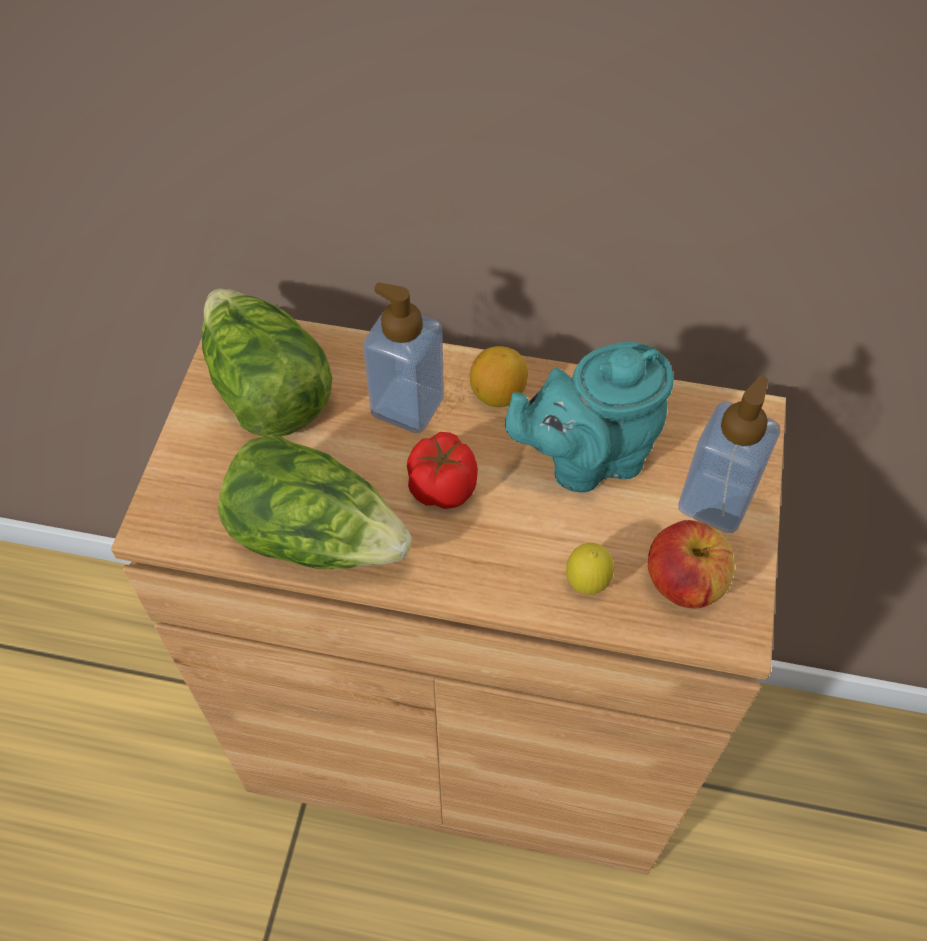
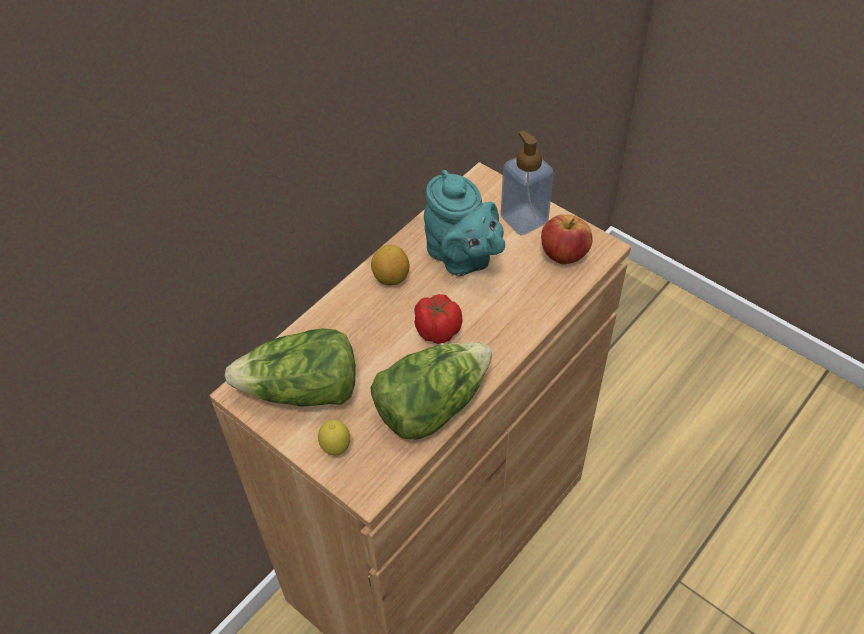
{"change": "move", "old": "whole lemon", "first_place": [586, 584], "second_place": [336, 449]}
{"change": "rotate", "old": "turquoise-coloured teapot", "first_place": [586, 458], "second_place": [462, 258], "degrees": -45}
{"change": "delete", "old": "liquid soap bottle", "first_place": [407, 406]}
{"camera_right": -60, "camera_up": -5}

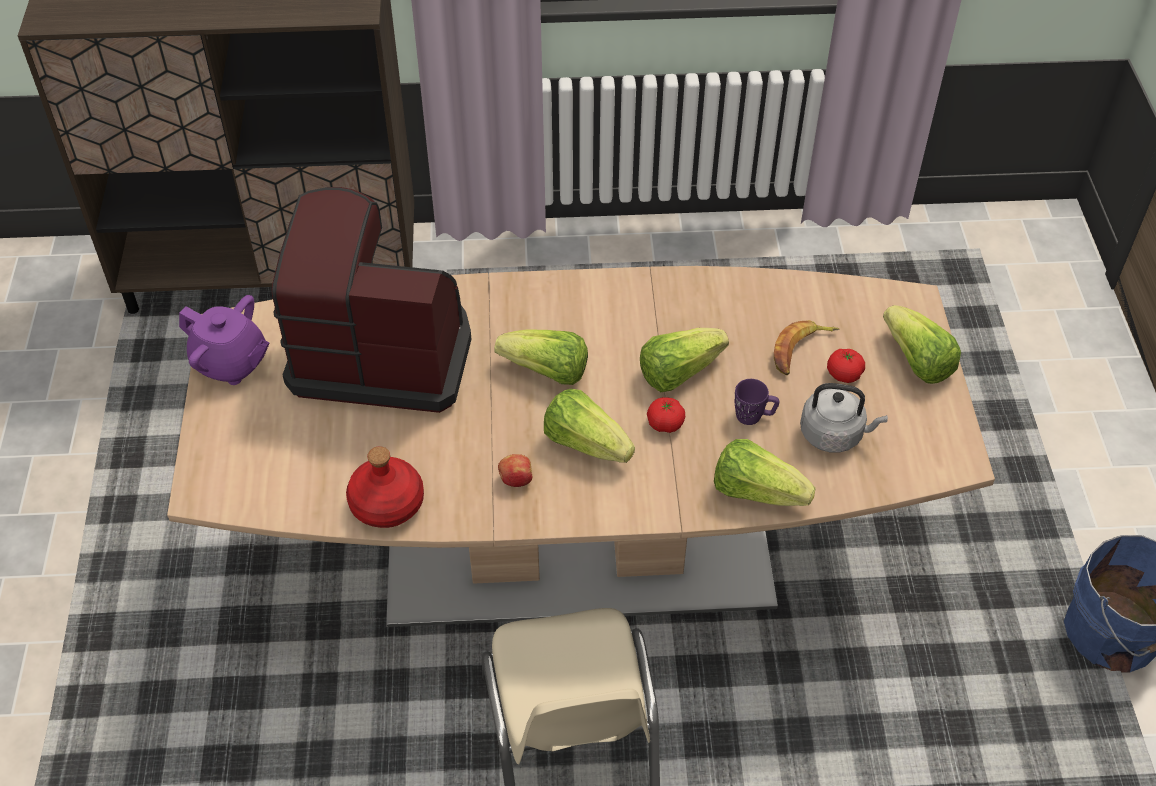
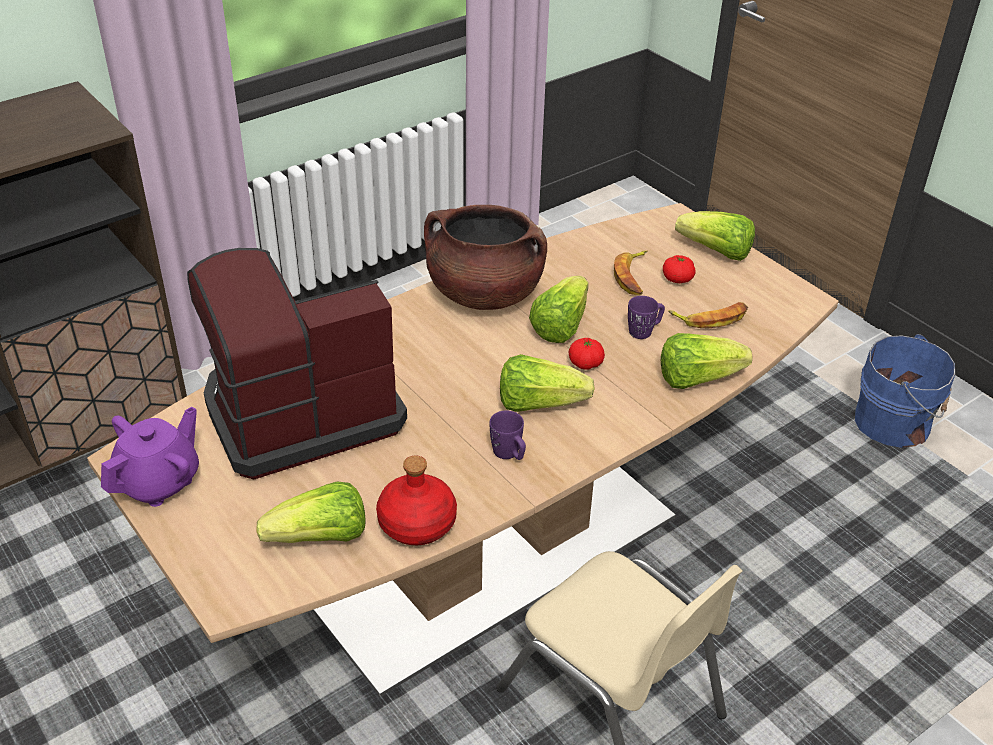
{"change": "rotate", "old": "purple teapot", "first_place": [231, 363], "second_place": [159, 482], "degrees": -45}
{"change": "move", "old": "head of lettuce", "first_place": [546, 372], "second_place": [321, 538]}
{"change": "insert", "new": "brownish cooking pot", "second_place": [484, 294]}
{"change": "replace", "old": "apple fruit", "new": "purple mug", "first_place": [515, 480], "second_place": [509, 454]}
{"change": "replace", "old": "greyish tea kettle", "new": "banana fruit", "first_place": [834, 434], "second_place": [711, 318]}
{"camera_right": -35, "camera_up": -10}

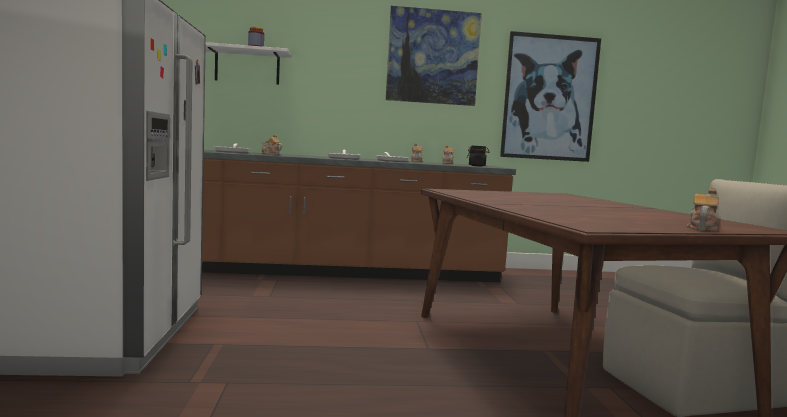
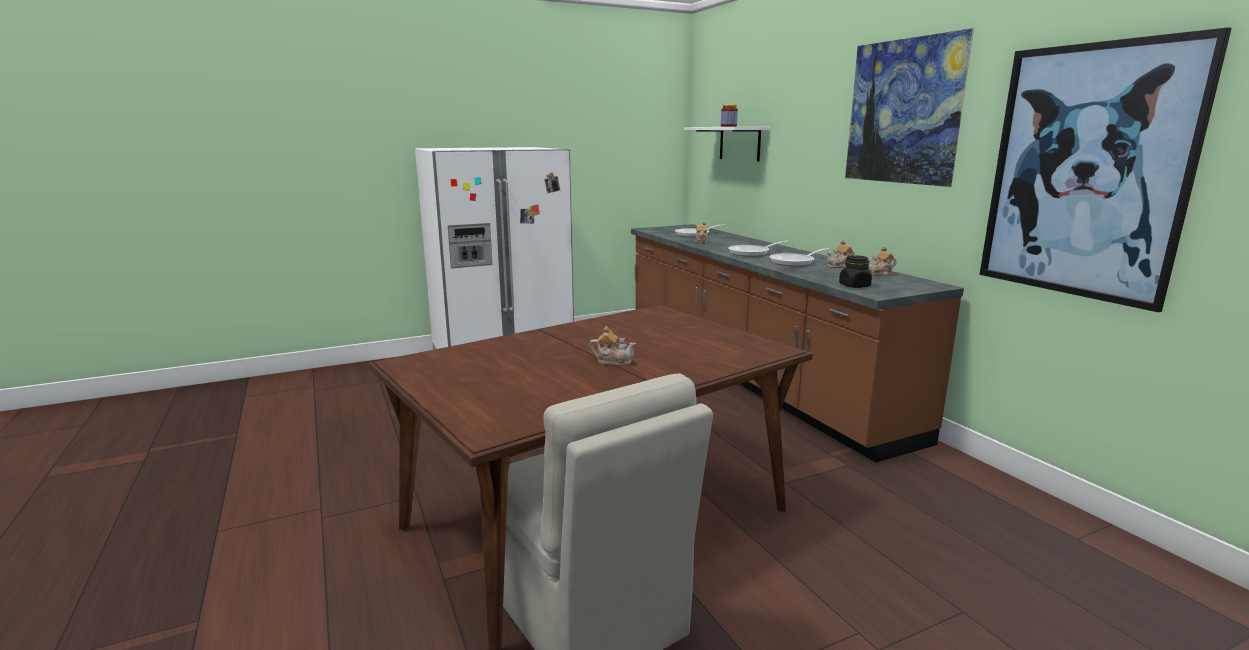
{"change": "move", "old": "teapot", "first_place": [702, 228], "second_place": [613, 361]}
{"camera_right": 70, "camera_up": 10}

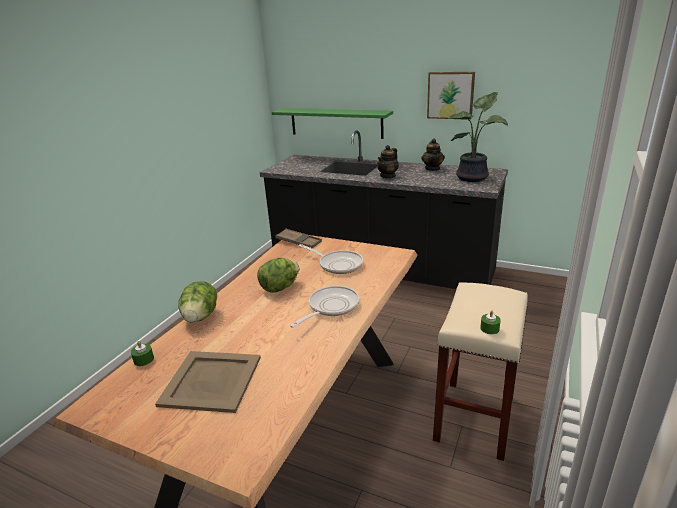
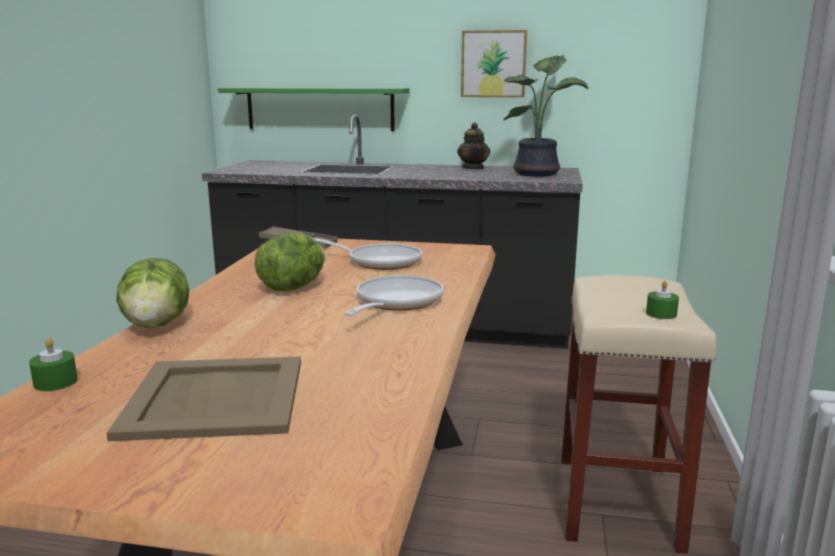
{"change": "delete", "old": "teapot", "first_place": [388, 176]}
{"camera_right": -15, "camera_up": -10}

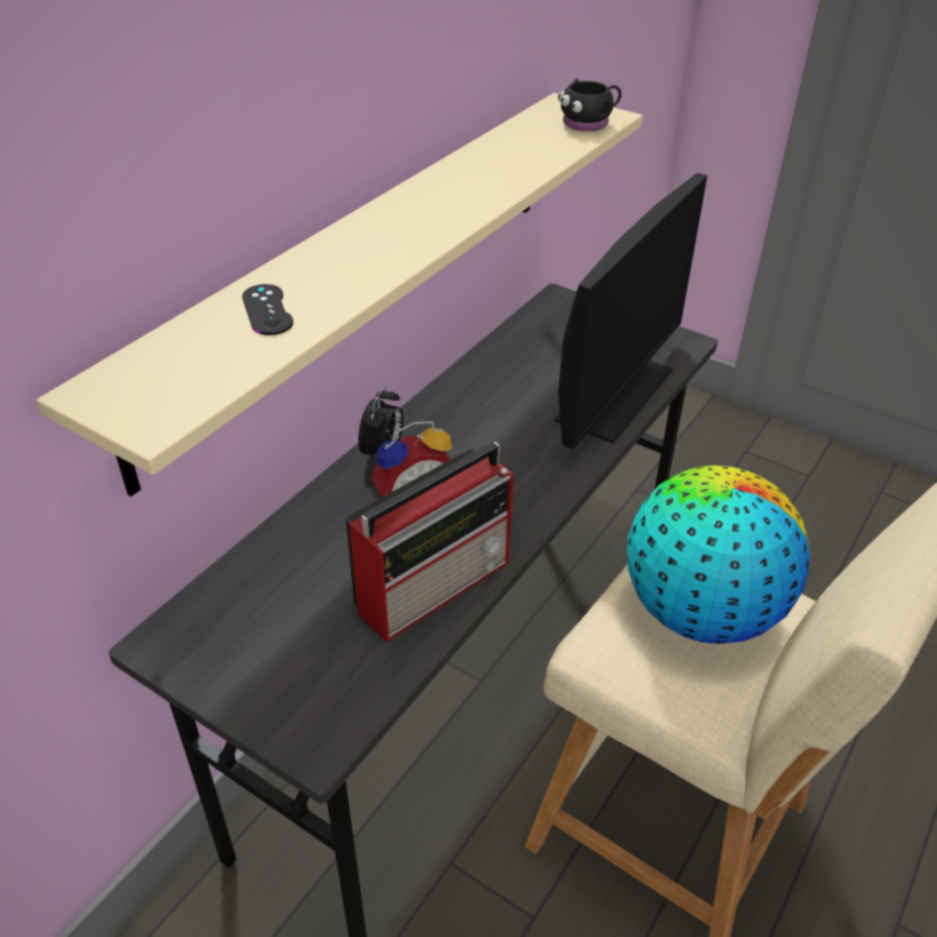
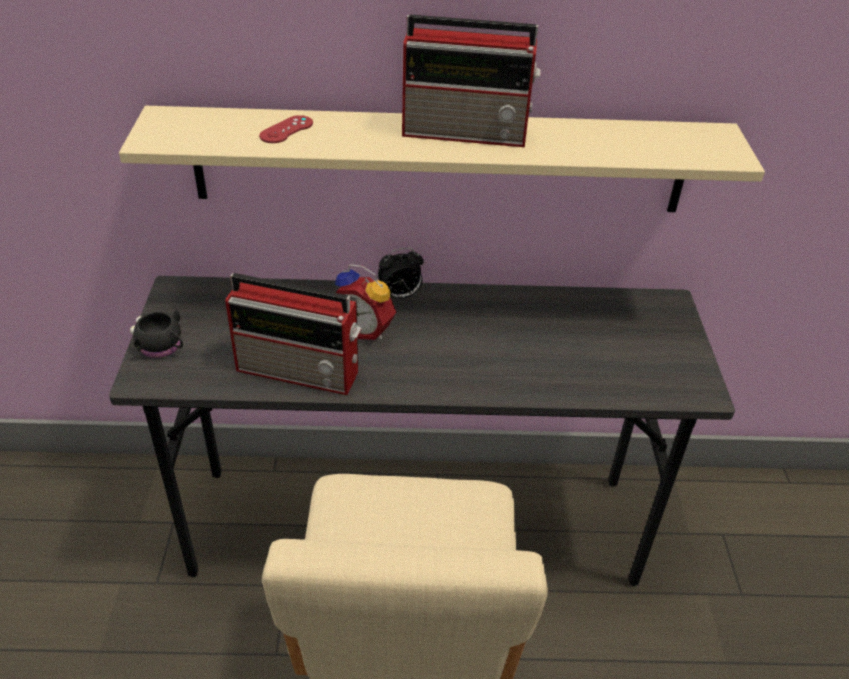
{"change": "move", "old": "black-coloured mug", "first_place": [589, 123], "second_place": [163, 347]}
{"change": "recolor", "old": "black-coloured joypad", "new": "reddish joypad", "first_place": [267, 310], "second_place": [286, 130]}
{"change": "insert", "new": "radio", "second_place": [468, 132]}
{"change": "delete", "old": "computer screen", "first_place": [615, 394]}
{"change": "delete", "old": "world globe", "first_place": [700, 611]}
{"camera_right": 55, "camera_up": 0}

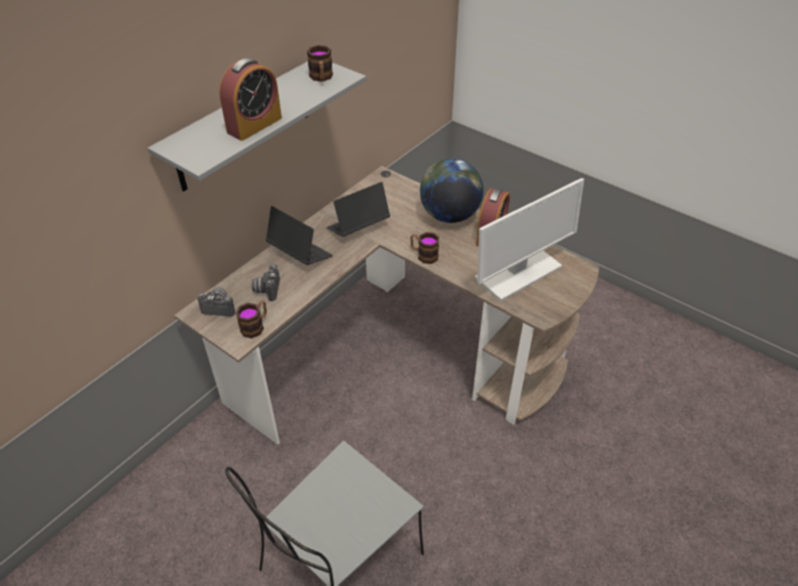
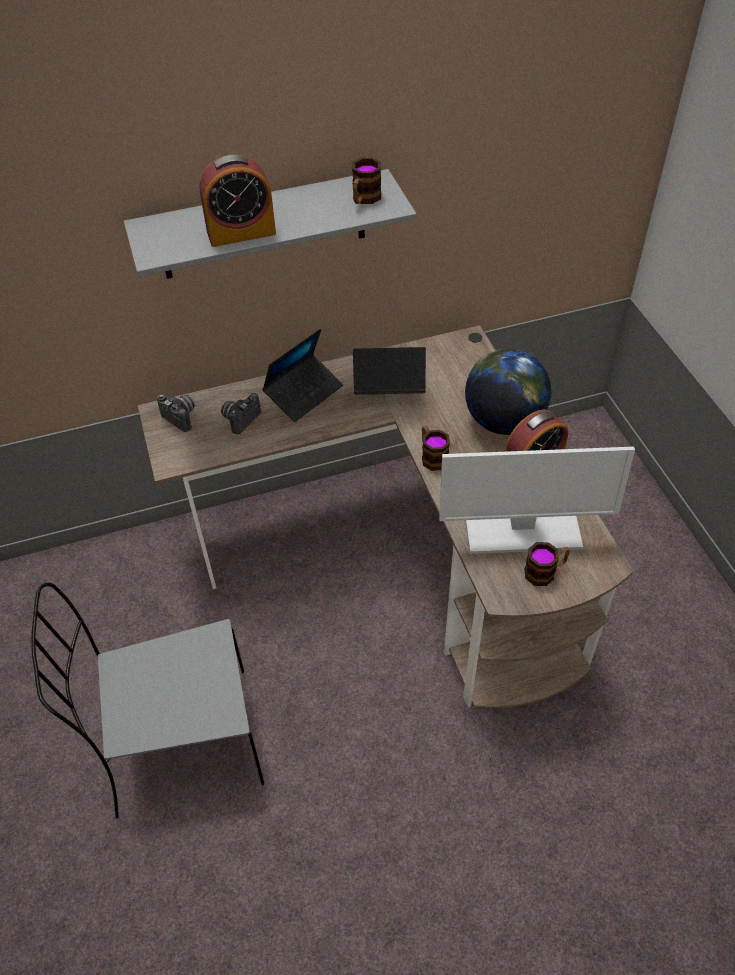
{"change": "rotate", "old": "laptop", "first_place": [299, 253], "second_place": [304, 393], "degrees": 60}
{"change": "move", "old": "mug", "first_place": [255, 326], "second_place": [545, 571]}
{"camera_right": 35, "camera_up": 5}

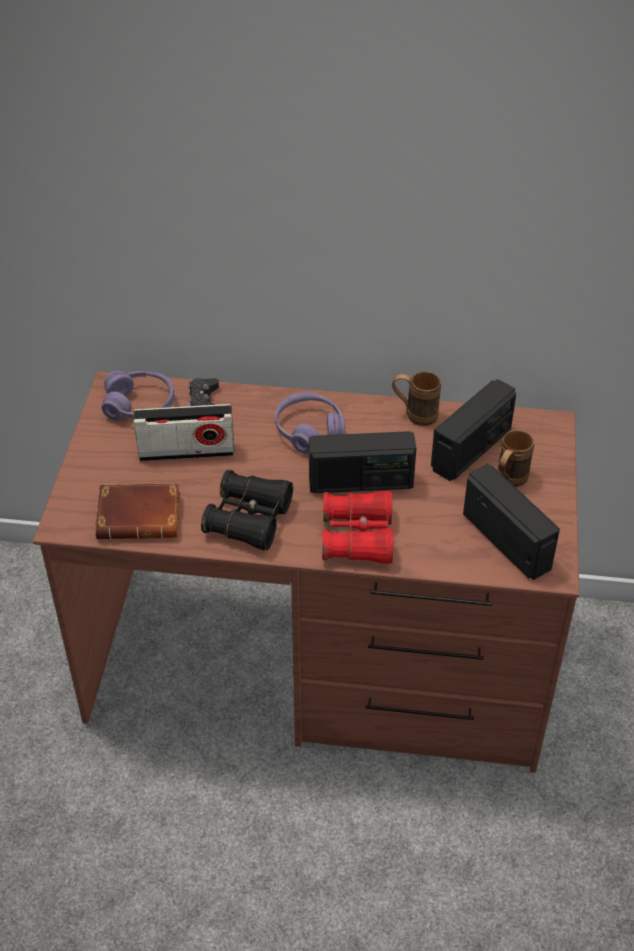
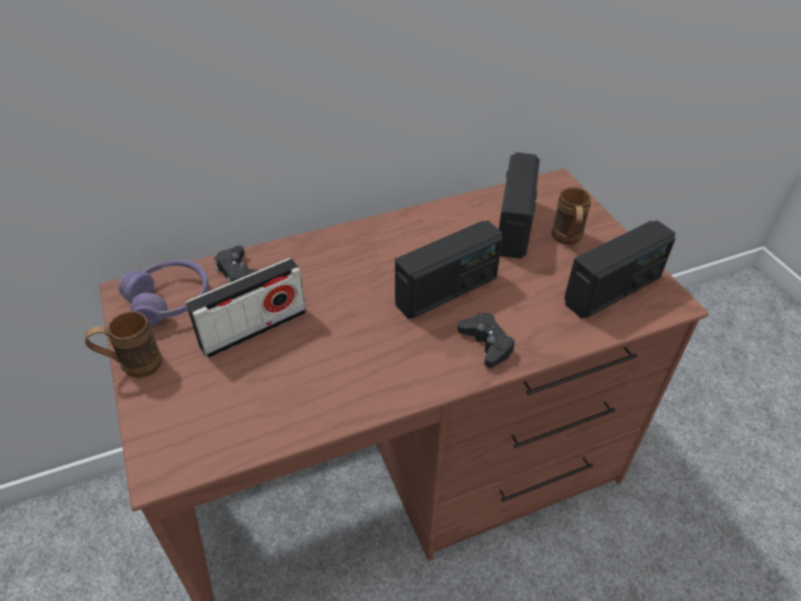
{"change": "move", "old": "brownish mug", "first_place": [414, 415], "second_place": [132, 366]}
{"change": "replace", "old": "reddish field glasses", "new": "black-coloured joypad", "first_place": [358, 537], "second_place": [486, 344]}
{"change": "rotate", "old": "radio", "first_place": [507, 540], "second_place": [613, 290], "degrees": 120}
{"change": "delete", "old": "brownish book", "first_place": [142, 516]}
{"change": "delete", "old": "black-coloured field glasses", "first_place": [249, 520]}
{"change": "delete", "old": "purple headset", "first_place": [309, 431]}
{"camera_right": -30, "camera_up": 0}

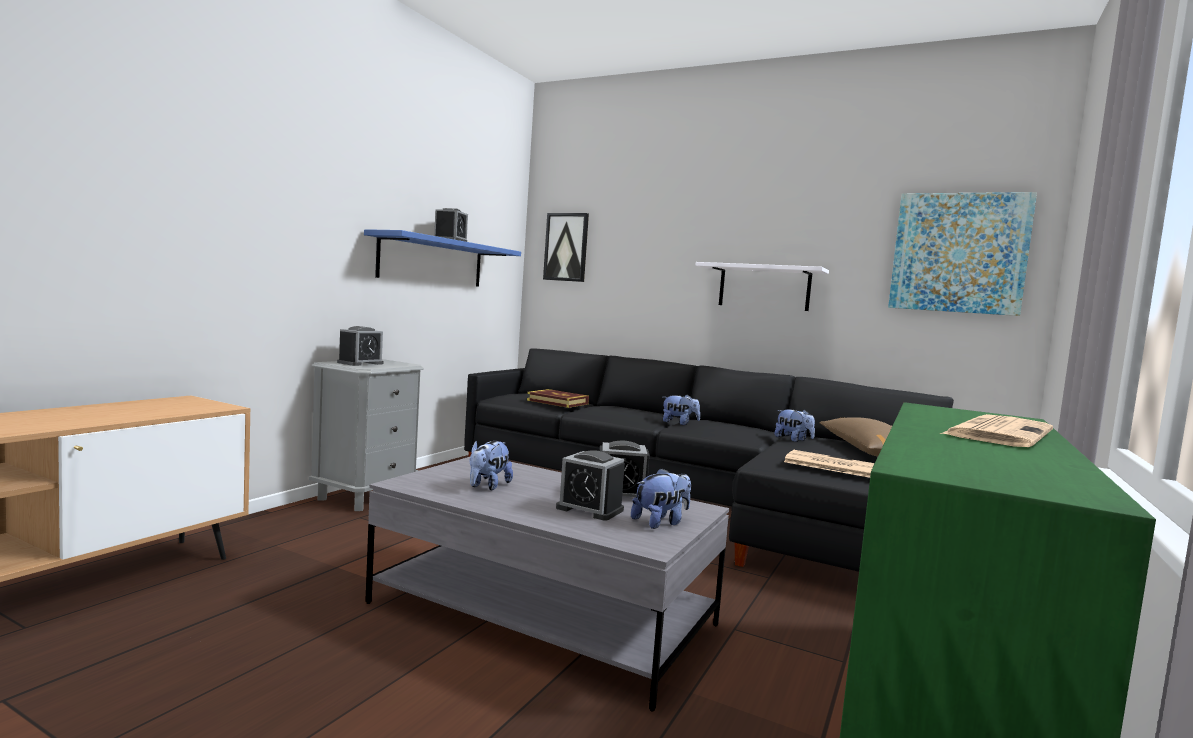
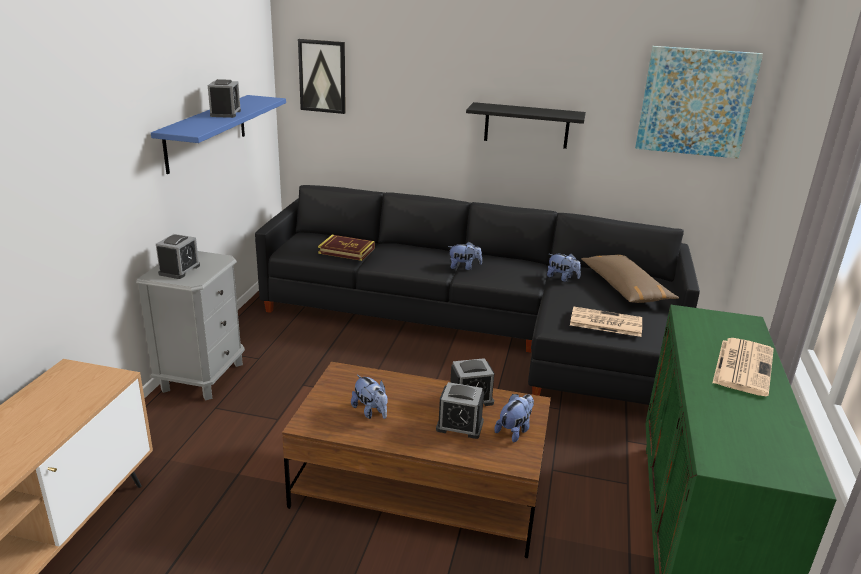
{"change": "recolor", "old": "greyish low table", "new": "brownish low table", "first_place": [543, 614], "second_place": [420, 487]}
{"change": "rotate", "old": "plush toy", "first_place": [487, 486], "second_place": [371, 412], "degrees": -45}
{"change": "recolor", "old": "whitish wall shelf", "new": "black-coloured wall shelf", "first_place": [764, 287], "second_place": [526, 125]}
{"camera_right": -15, "camera_up": 20}

